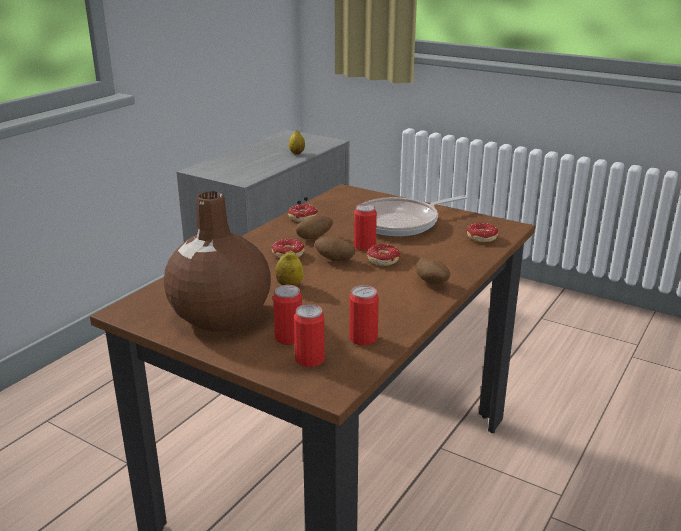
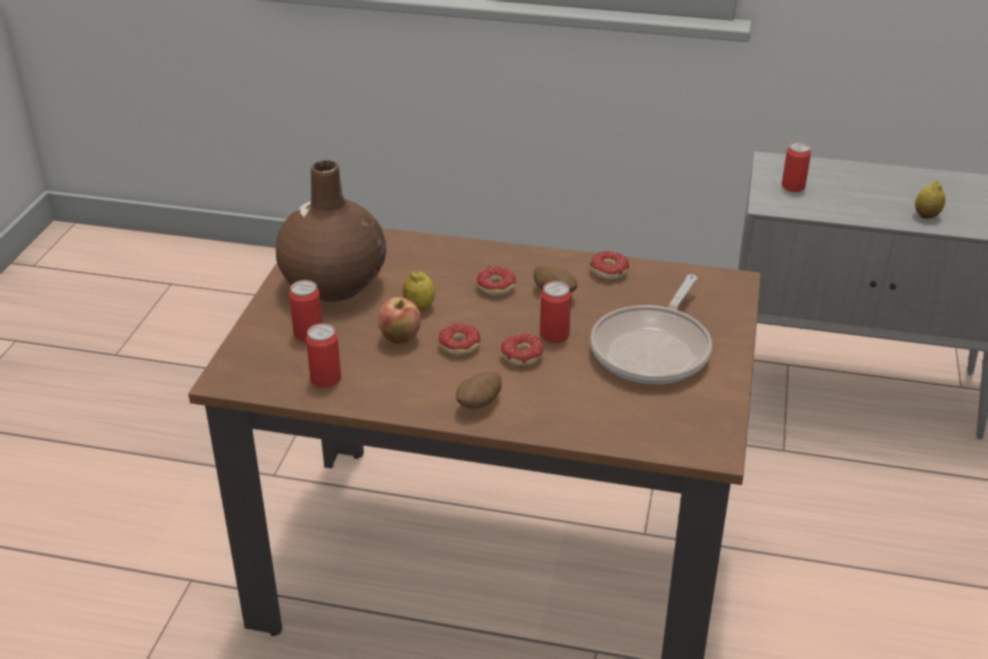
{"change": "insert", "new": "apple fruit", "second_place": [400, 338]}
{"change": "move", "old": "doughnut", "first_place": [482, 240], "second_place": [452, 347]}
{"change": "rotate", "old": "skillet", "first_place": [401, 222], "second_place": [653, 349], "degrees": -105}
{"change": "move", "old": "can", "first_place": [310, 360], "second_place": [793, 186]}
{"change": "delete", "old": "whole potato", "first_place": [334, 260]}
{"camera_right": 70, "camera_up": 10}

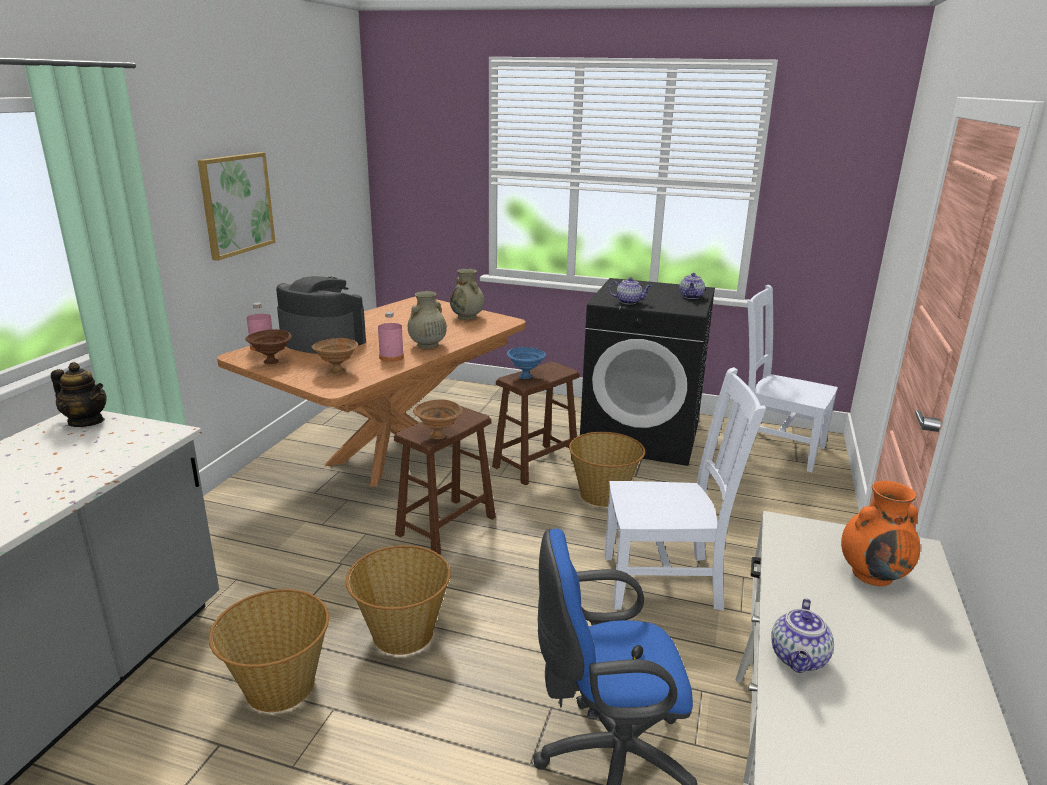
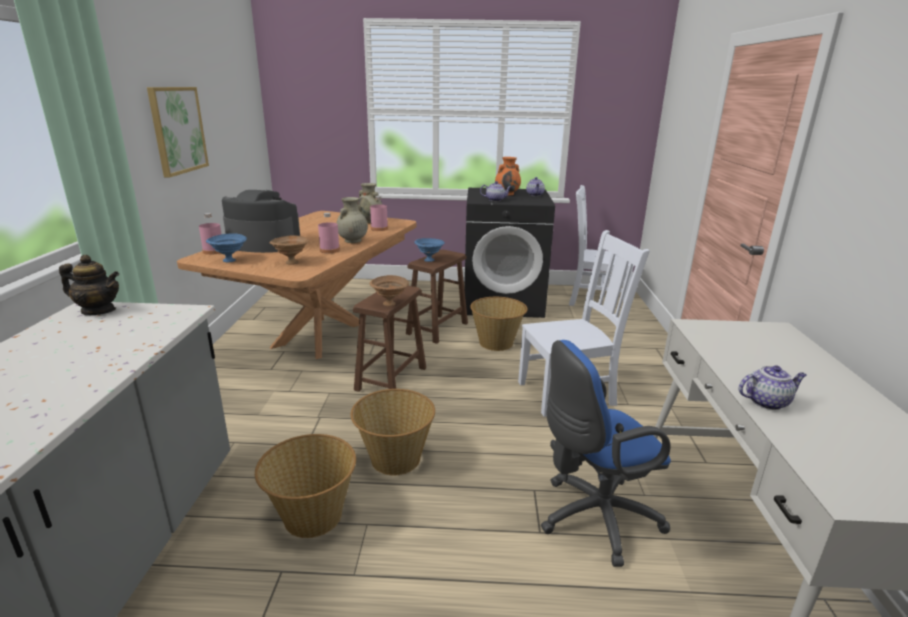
{"change": "recolor", "old": "brownish deep dish", "new": "blue deep dish", "first_place": [272, 362], "second_place": [230, 261]}
{"change": "insert", "new": "pink-coloured bottle", "second_place": [379, 228]}
{"change": "move", "old": "orange flower vase", "first_place": [873, 574], "second_place": [507, 194]}
{"change": "rotate", "old": "teapot", "first_place": [799, 659], "second_place": [767, 402], "degrees": -105}
{"camera_right": -15, "camera_up": 0}

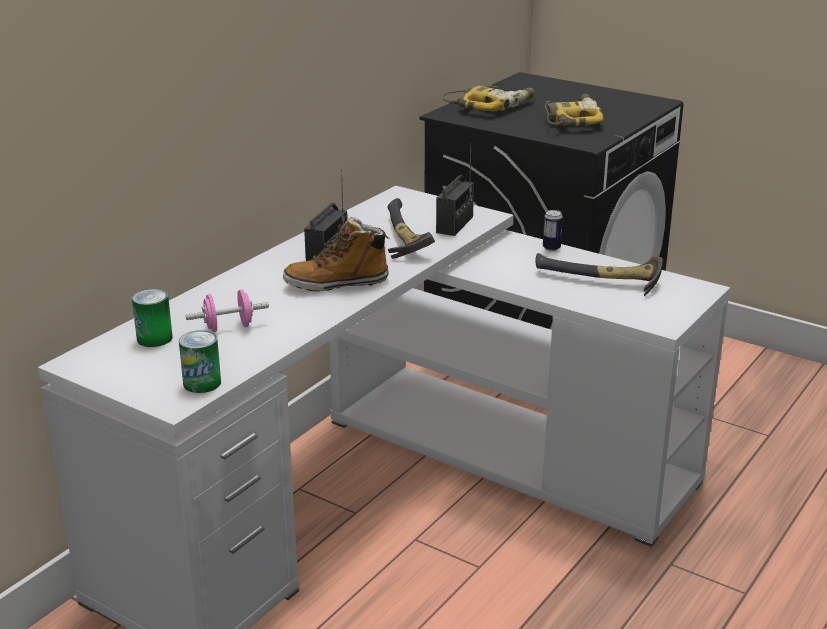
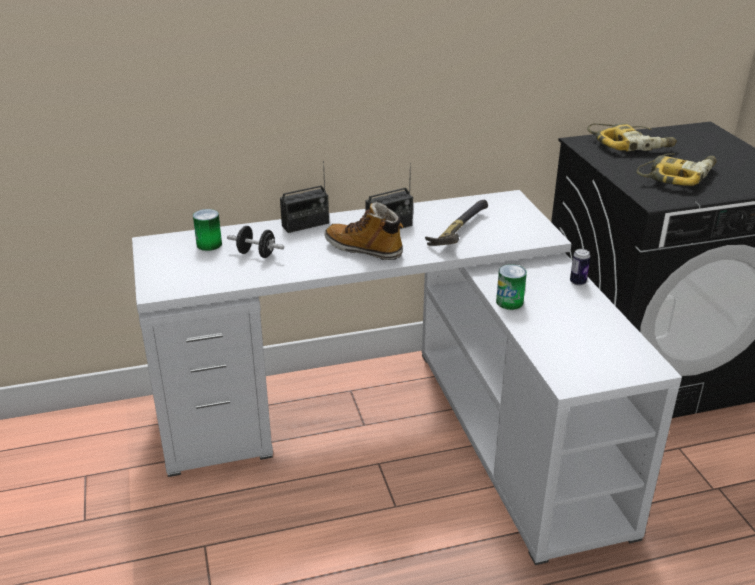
{"change": "recolor", "old": "pink-coloured hand weight", "new": "black-coloured hand weight", "first_place": [228, 327], "second_place": [256, 254]}
{"change": "move", "old": "radio", "first_place": [455, 225], "second_place": [305, 225]}
{"change": "move", "old": "can", "first_place": [202, 383], "second_place": [509, 302]}
{"change": "delete", "old": "hand hammer", "first_place": [600, 282]}
{"camera_right": 40, "camera_up": 5}

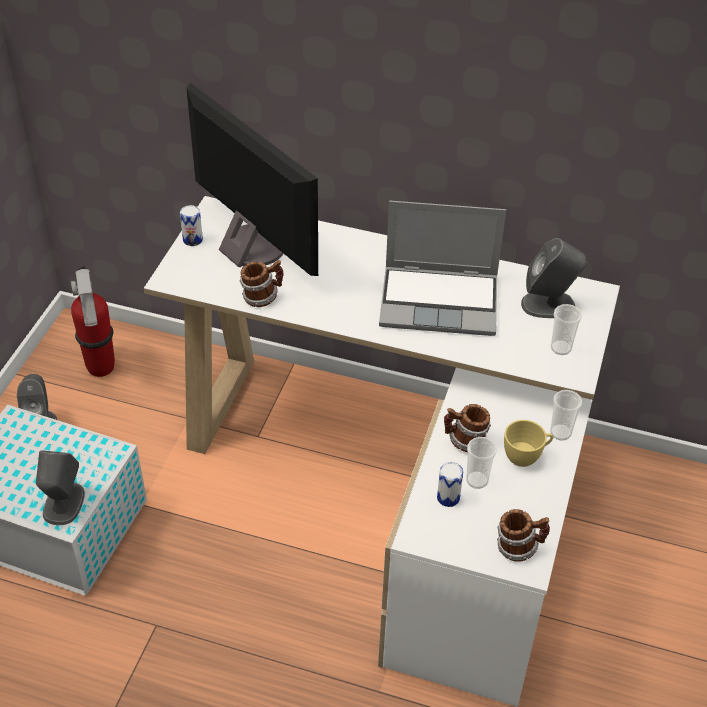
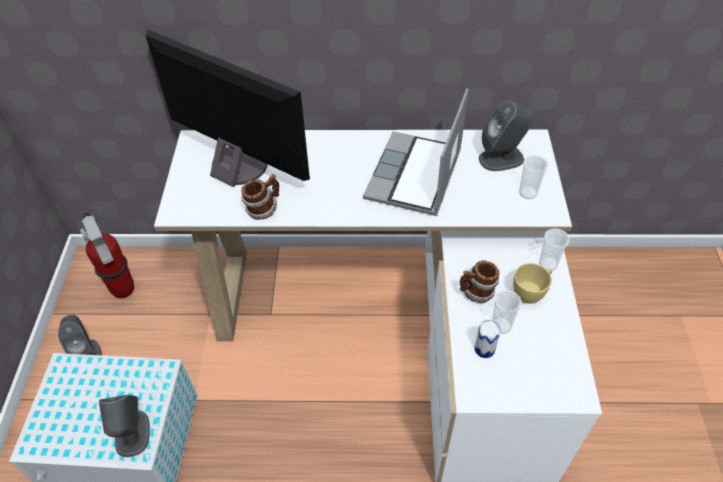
{"change": "rotate", "old": "laptop", "first_place": [440, 301], "second_place": [415, 176], "degrees": 120}
{"change": "delete", "old": "can", "first_place": [192, 240]}
{"change": "delete", "old": "mug", "first_place": [519, 548]}
{"camera_right": -15, "camera_up": 5}

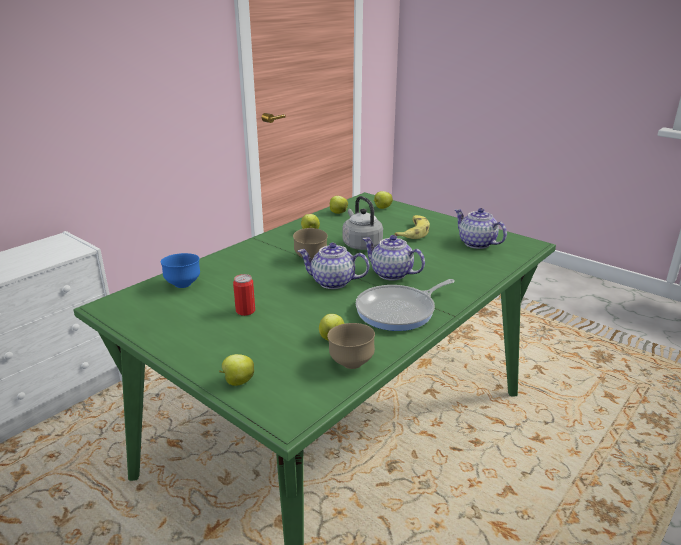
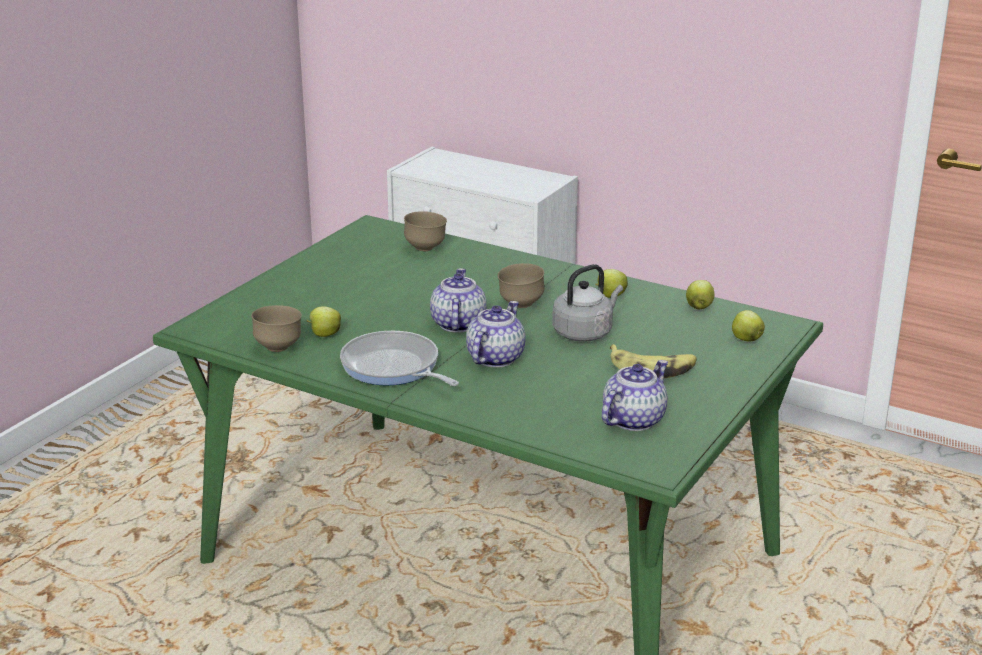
{"change": "recolor", "old": "blue deep dish", "new": "brownish deep dish", "first_place": [183, 284], "second_place": [425, 248]}
{"change": "delete", "old": "apple fruit", "first_place": [237, 382]}
{"change": "delete", "old": "can", "first_place": [245, 311]}
{"camera_right": 80, "camera_up": 0}

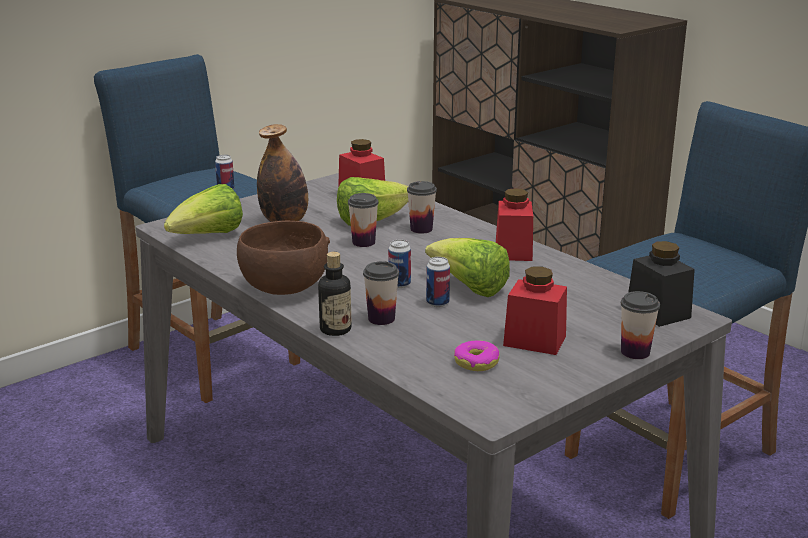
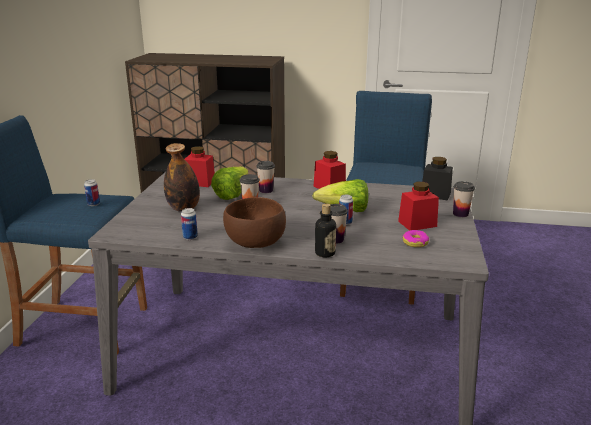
{"change": "move", "old": "can", "first_place": [399, 284], "second_place": [190, 237]}
{"change": "delete", "old": "head of lettuce", "first_place": [208, 237]}
{"camera_right": -40, "camera_up": 0}

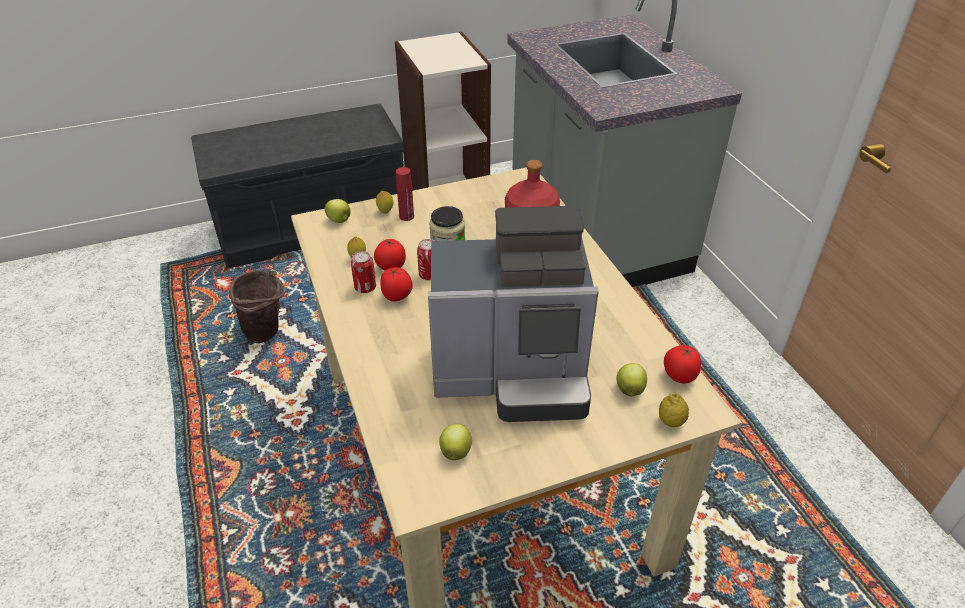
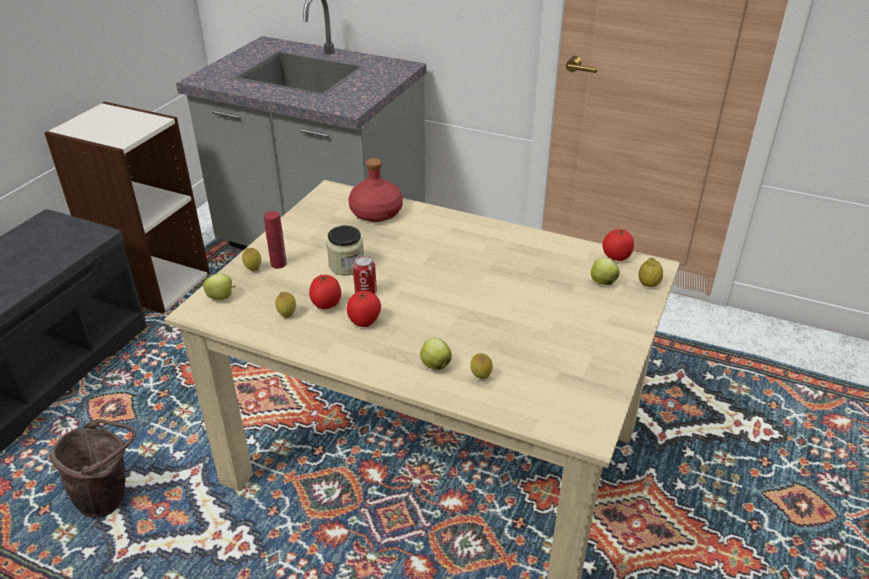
{"change": "move", "old": "apple fruit", "first_place": [456, 451], "second_place": [435, 364]}
{"change": "insert", "new": "whole lemon", "second_place": [480, 377]}
{"change": "delete", "old": "can", "first_place": [365, 287]}
{"change": "delete", "old": "coffee machine", "first_place": [514, 375]}
{"camera_right": -45, "camera_up": -5}

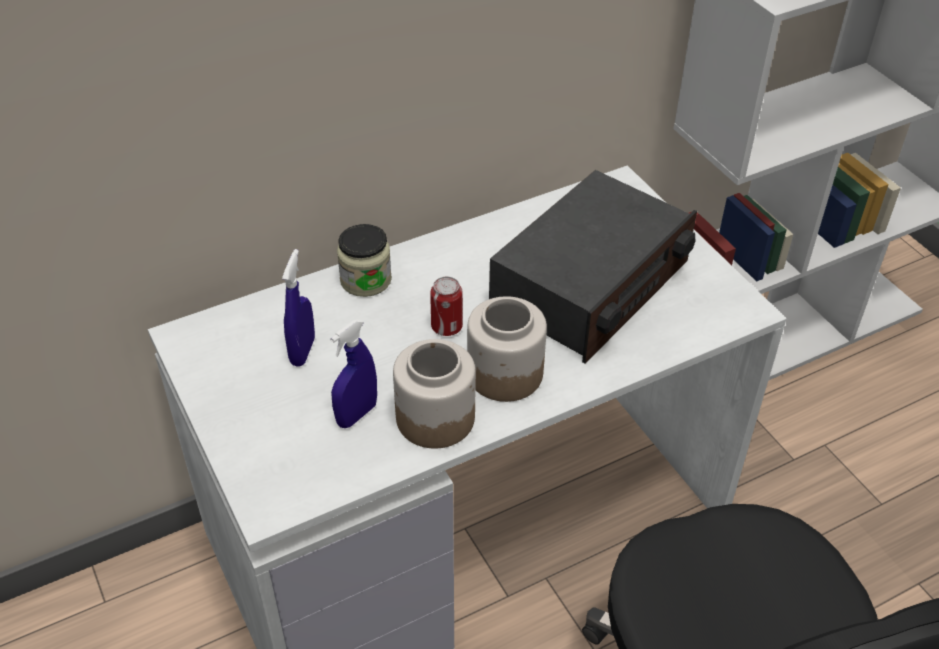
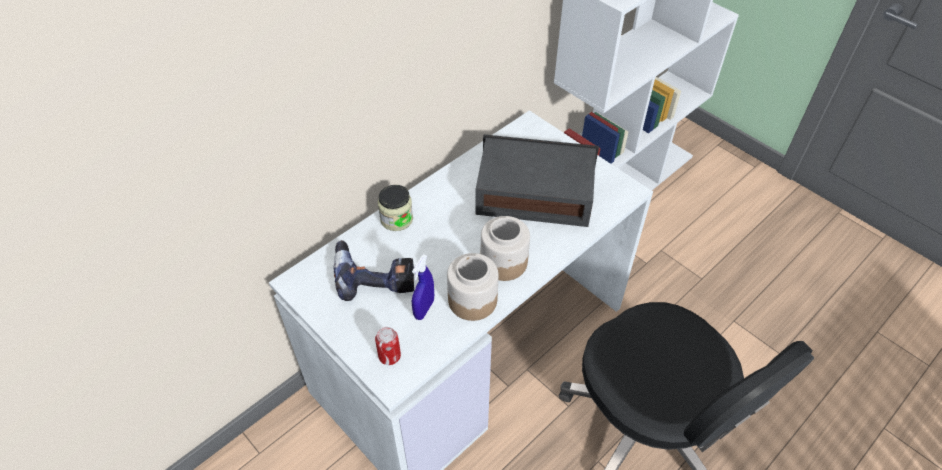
{"change": "replace", "old": "blue spray bottle", "new": "power drill", "first_place": [302, 351], "second_place": [375, 275]}
{"change": "move", "old": "can", "first_place": [446, 327], "second_place": [389, 356]}
{"change": "rotate", "old": "radio", "first_place": [591, 285], "second_place": [534, 193], "degrees": -105}
{"camera_right": -15, "camera_up": 5}

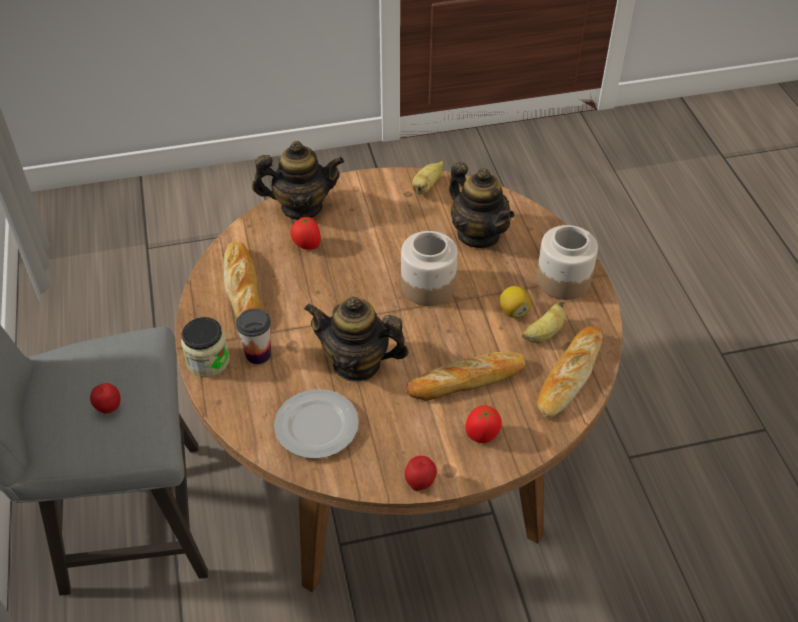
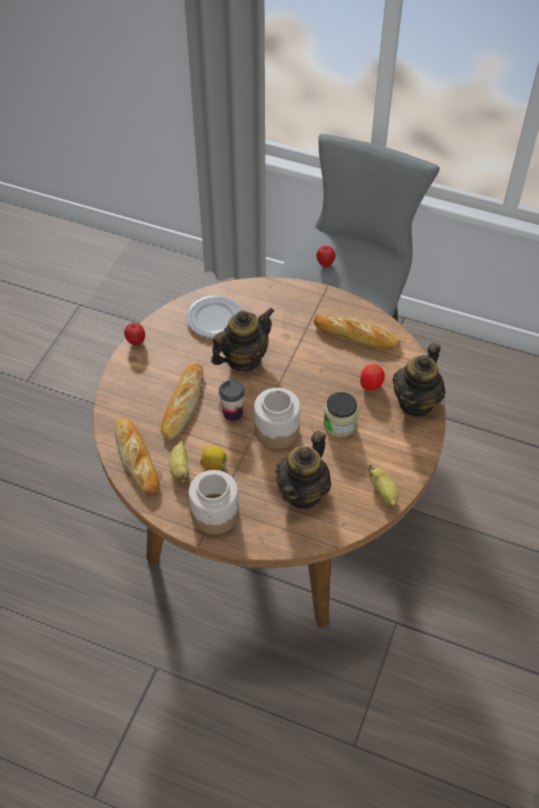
{"change": "move", "old": "cup", "first_place": [258, 354], "second_place": [232, 413]}
{"change": "rotate", "old": "teapot", "first_place": [478, 234], "second_place": [303, 492], "degrees": -60}
{"change": "move", "old": "storage jar", "first_place": [208, 361], "second_place": [339, 424]}
{"change": "delete", "old": "tomato", "first_place": [482, 435]}
{"camera_right": 125, "camera_up": 5}

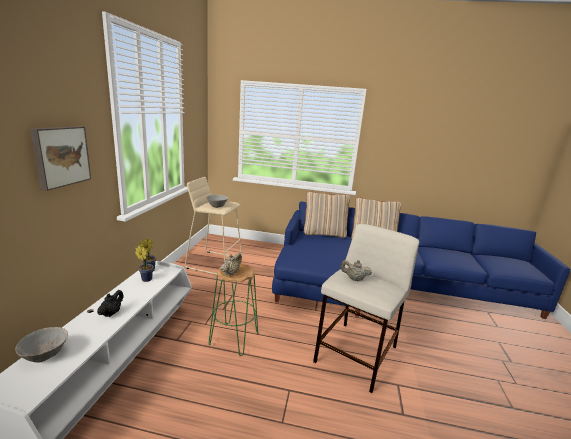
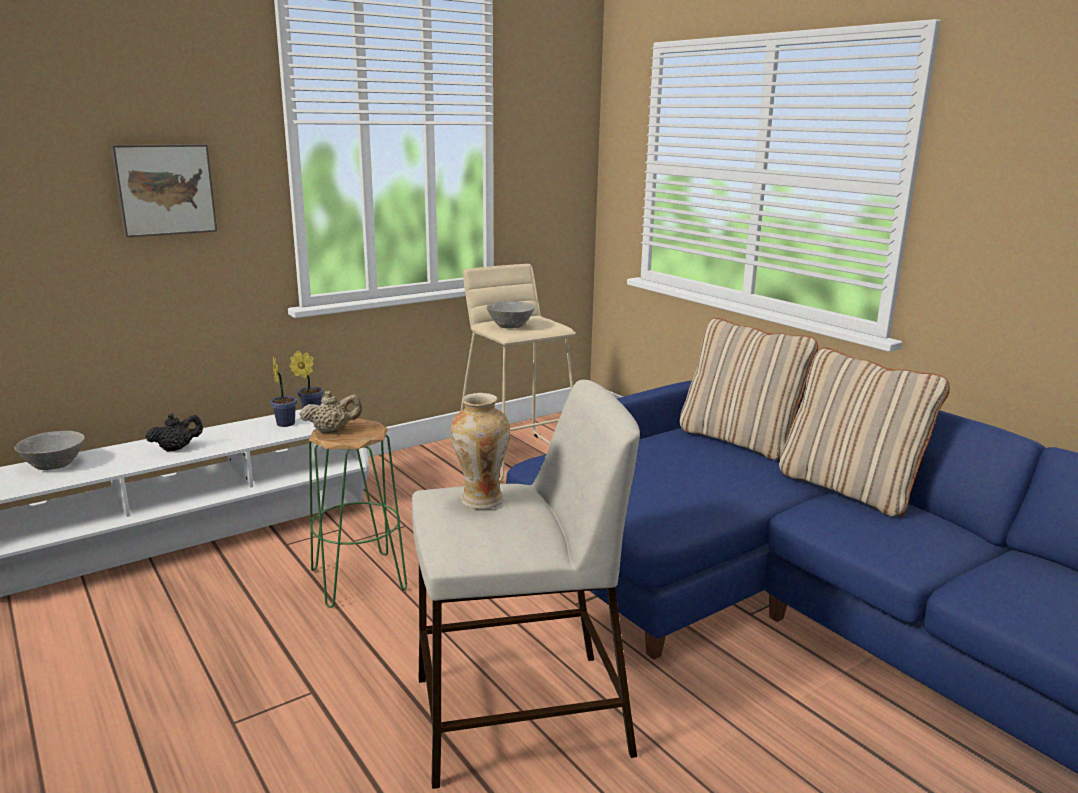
{"change": "replace", "old": "beige-coloured teapot", "new": "flower vase", "first_place": [354, 279], "second_place": [480, 501]}
{"camera_right": 45, "camera_up": 0}

